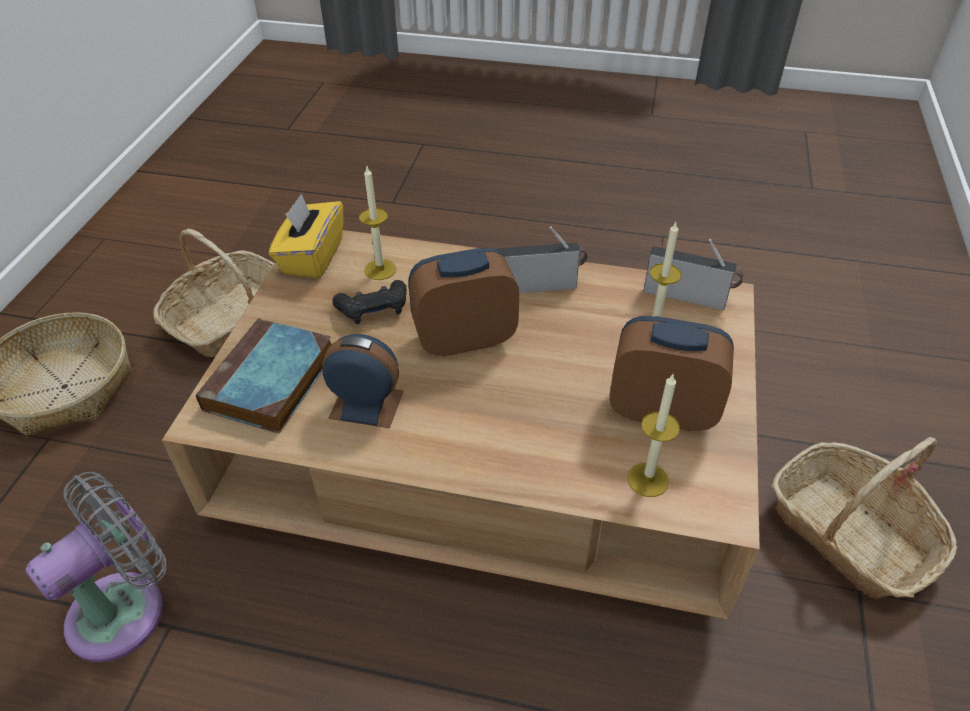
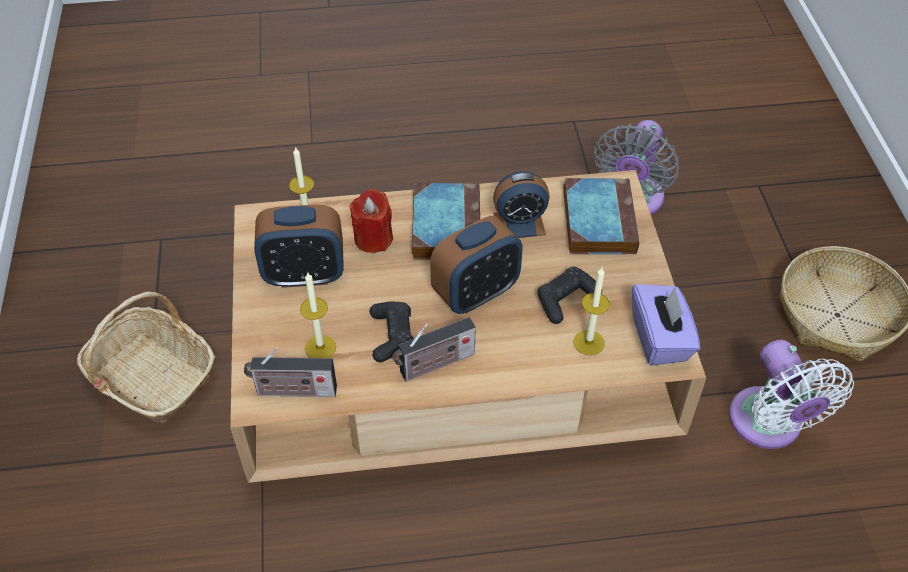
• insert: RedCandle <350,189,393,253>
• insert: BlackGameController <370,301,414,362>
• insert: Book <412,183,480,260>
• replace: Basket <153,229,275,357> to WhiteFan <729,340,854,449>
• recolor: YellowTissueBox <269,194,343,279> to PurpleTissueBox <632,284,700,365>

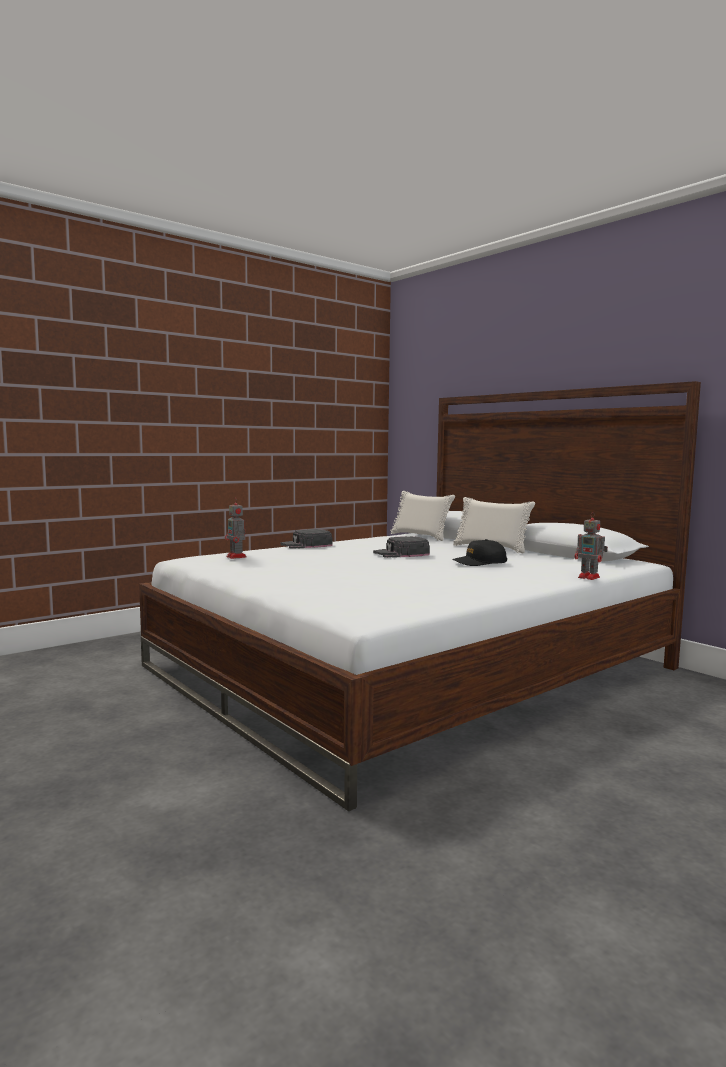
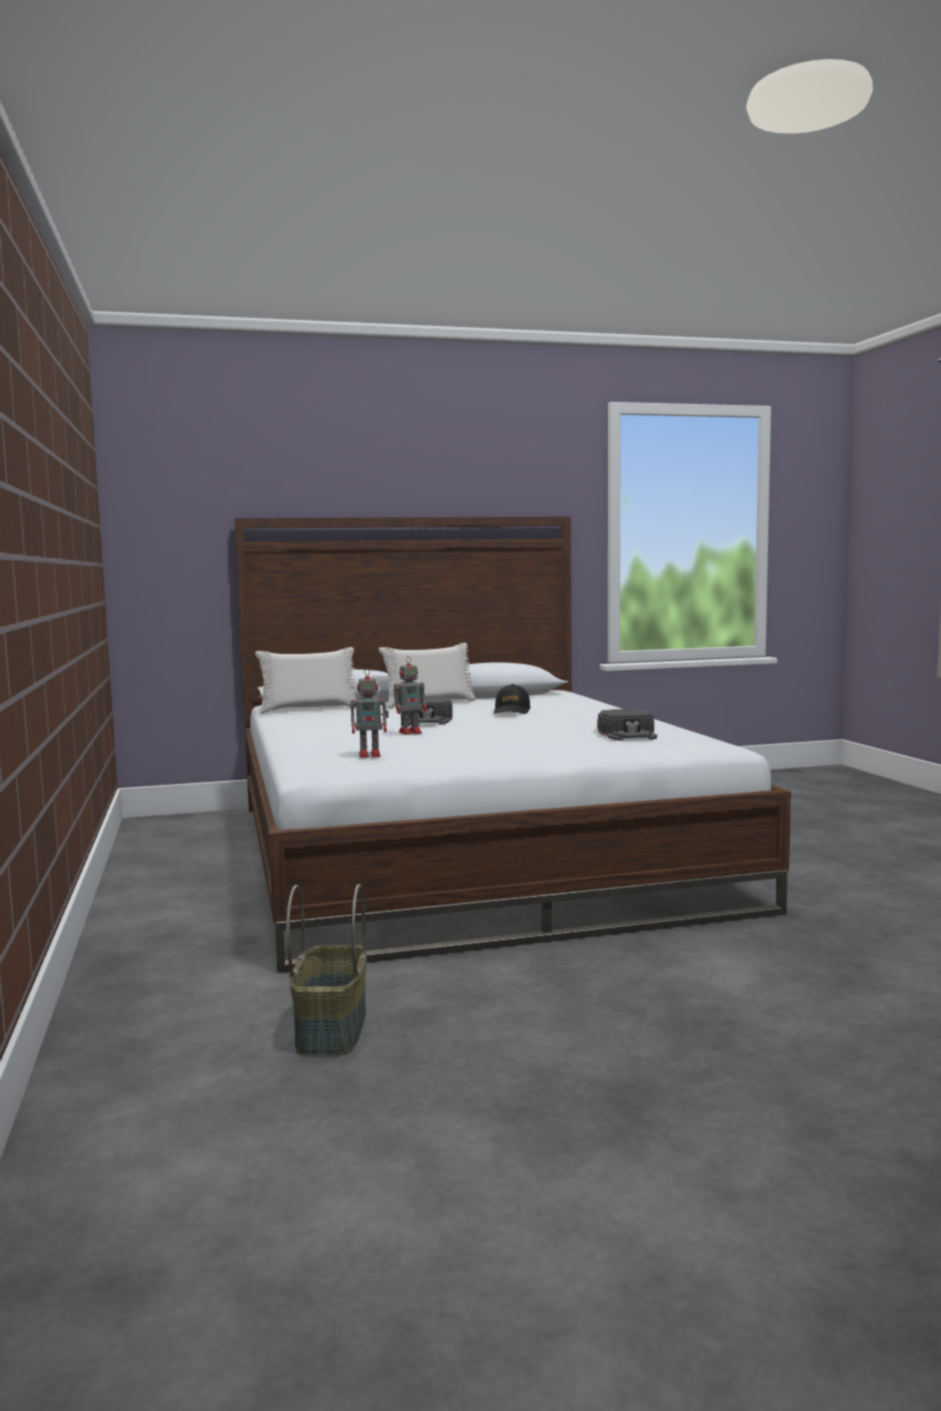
• insert: Basket <286,884,367,1055>
• move: BlackCap <280,529,332,549> to <597,709,657,741>
• move: ToyRobot <575,512,608,580> to <394,656,427,735>

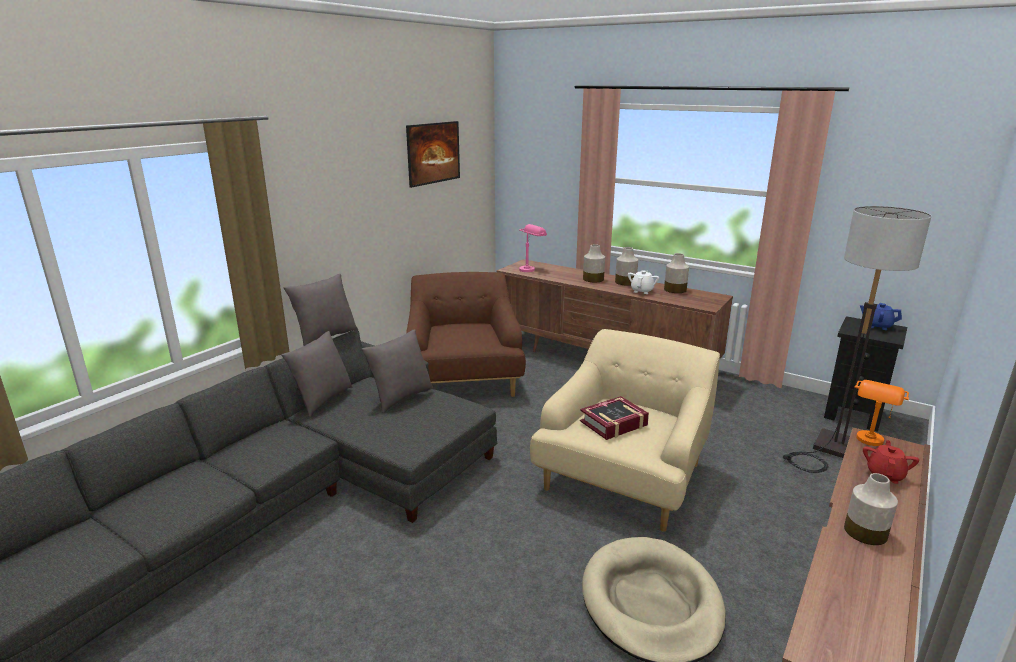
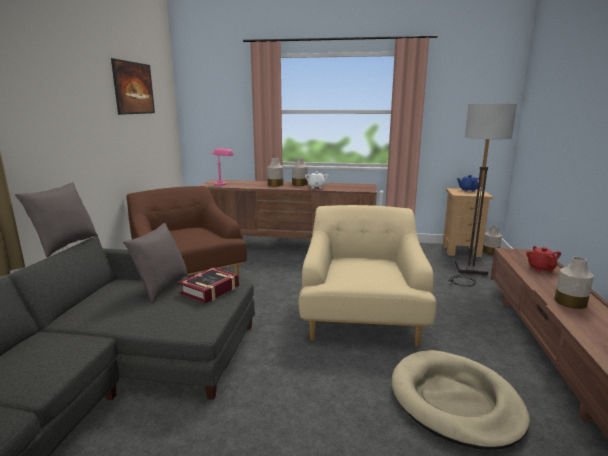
• delete: GreyPillow <282,331,352,417>
• delete: OrangeTableLamp <854,380,909,446>
• move: Book <580,396,649,440> to <178,267,239,303>
• move: BeigeVase <664,253,689,293> to <483,226,502,254>
• recolor: BlackNightstand <824,316,907,432> to BeigeNightstand <443,188,493,257>

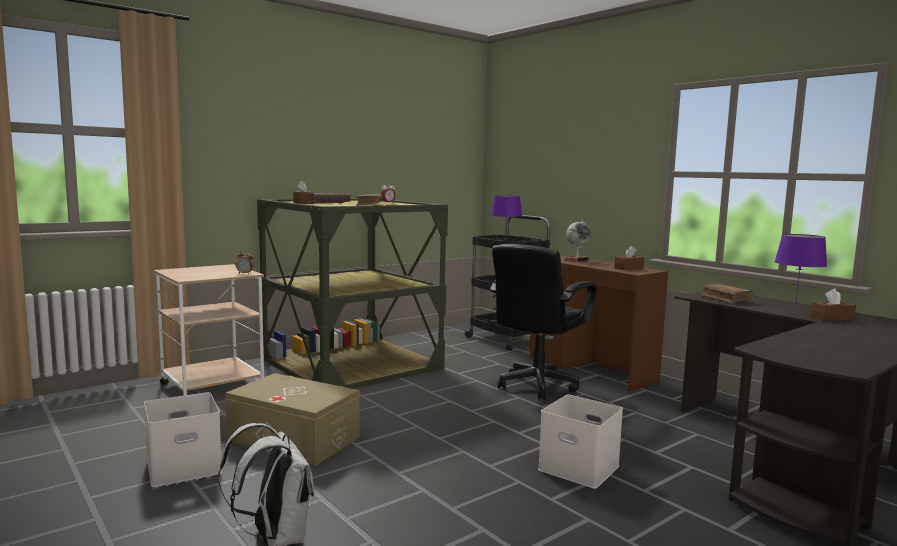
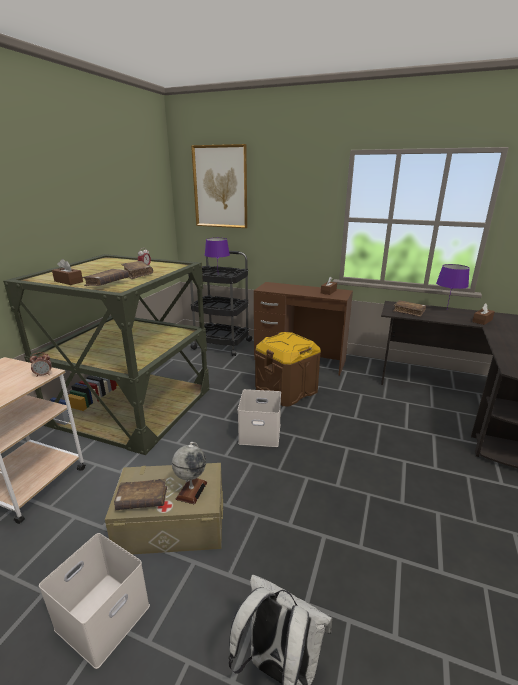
• insert: BrownBook <114,478,167,510>
• insert: Picture <191,144,247,228>
• move: WhiteStorageBox <538,394,623,489> to <238,389,281,447>
• move: Globe <565,220,591,262> to <172,442,207,504>
• replace: BlackOfficeChair <490,244,596,400> to BrownStorageBox <255,332,321,407>

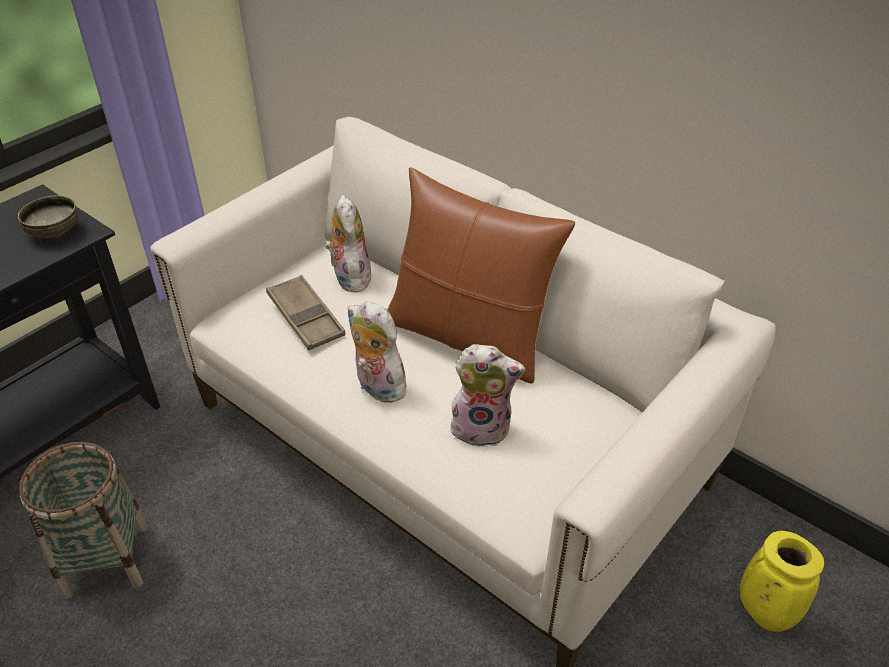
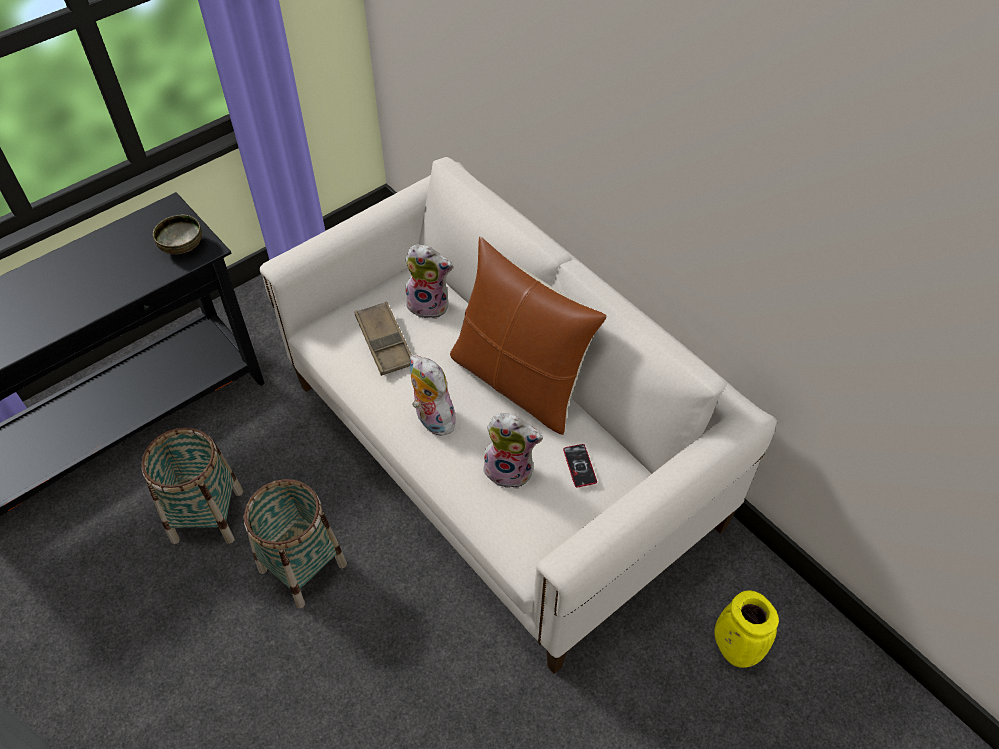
• insert: Basket <243,479,347,609>
• insert: Phone <563,444,597,487>
• rotate: PlushToy <325,195,372,293> = <405,244,453,319> 105 degrees clockwise

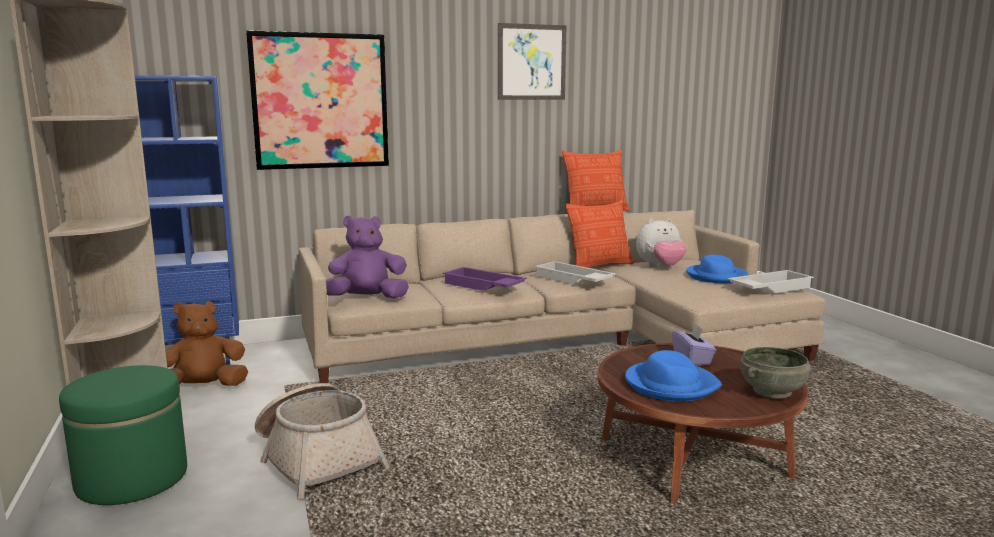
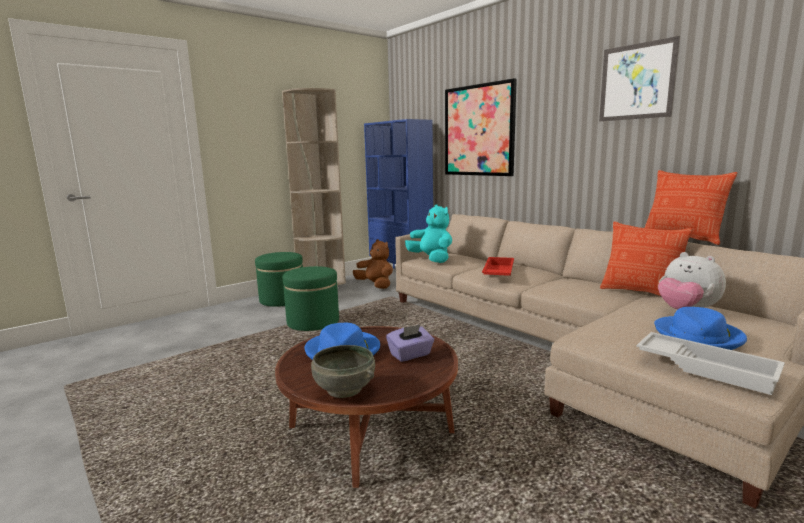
• delete: WhiteTray <535,261,616,284>
• replace: Basket <255,383,390,500> to GreenOttoman <283,266,339,331>
• recolor: PurplePlushToy <326,215,409,298> to TurquoisePlushToy <405,204,452,263>
• recolor: PurpleTray <443,267,527,291> to RedTray <482,257,514,276>

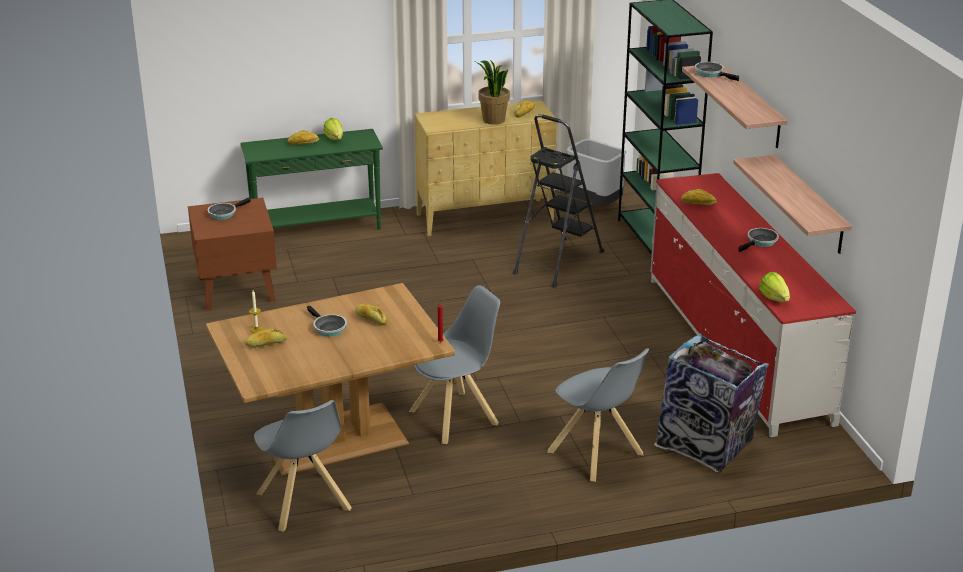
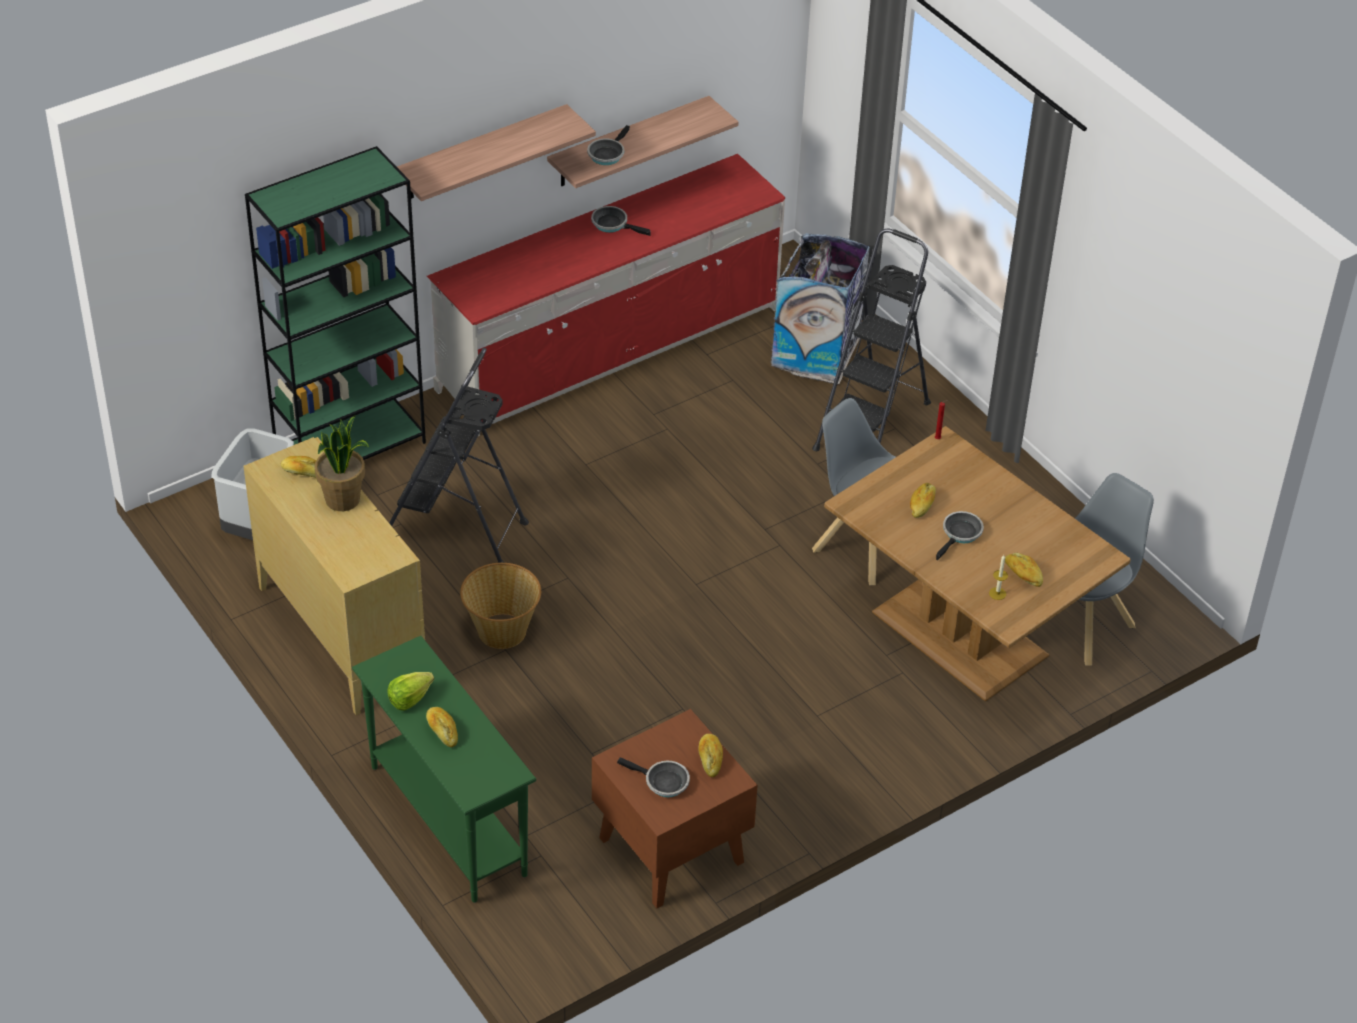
• delete: Lettuce <759,272,790,302>
• insert: Basket <460,563,541,649>
• move: Bread <681,189,716,205> to <699,734,723,777>
• move: FryingPan <695,62,739,81> to <587,125,630,165>
• replace: GreyChair <548,348,649,482> to StepLadder <812,229,931,451>

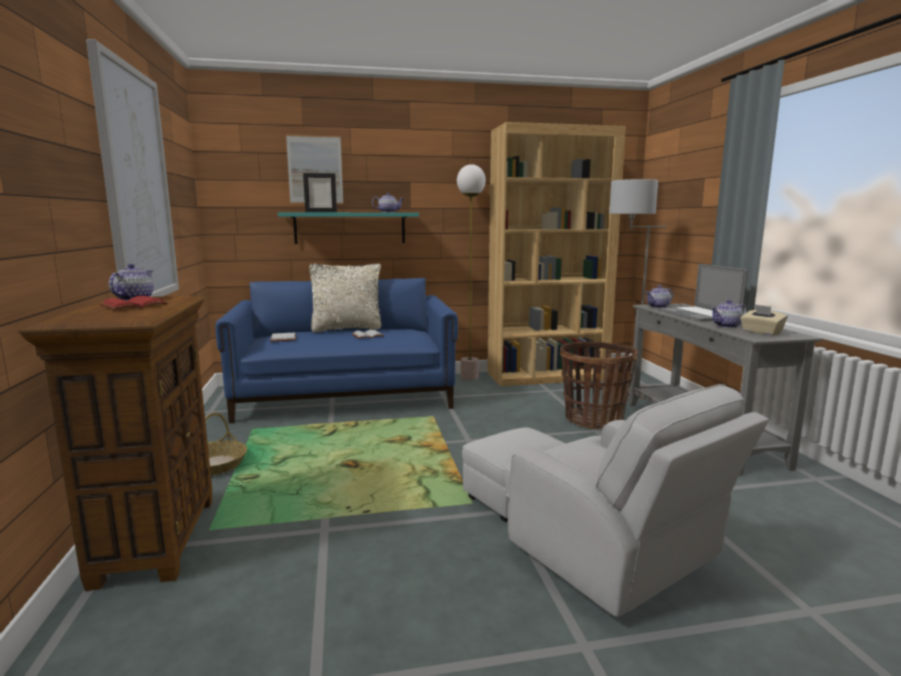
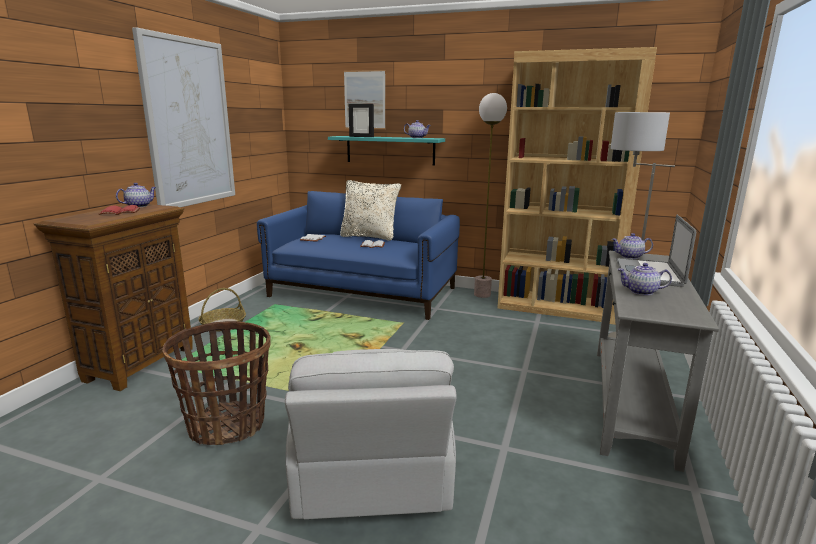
• delete: BeigeTissueBox <740,304,788,336>
• move: Basket <560,342,638,430> to <163,321,270,445>

